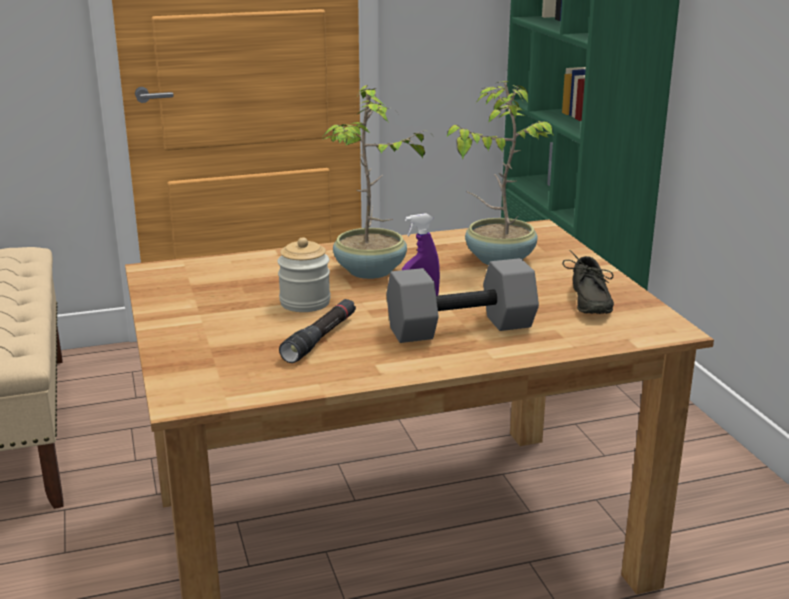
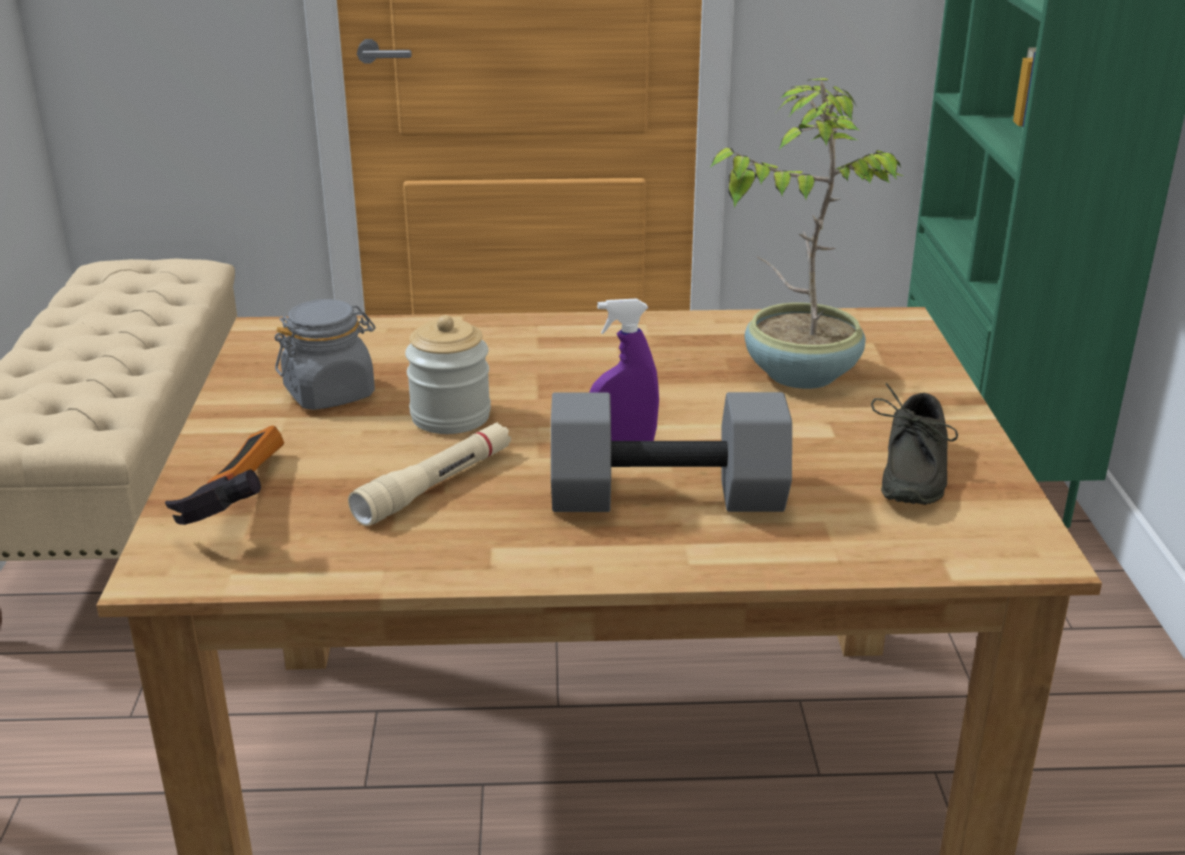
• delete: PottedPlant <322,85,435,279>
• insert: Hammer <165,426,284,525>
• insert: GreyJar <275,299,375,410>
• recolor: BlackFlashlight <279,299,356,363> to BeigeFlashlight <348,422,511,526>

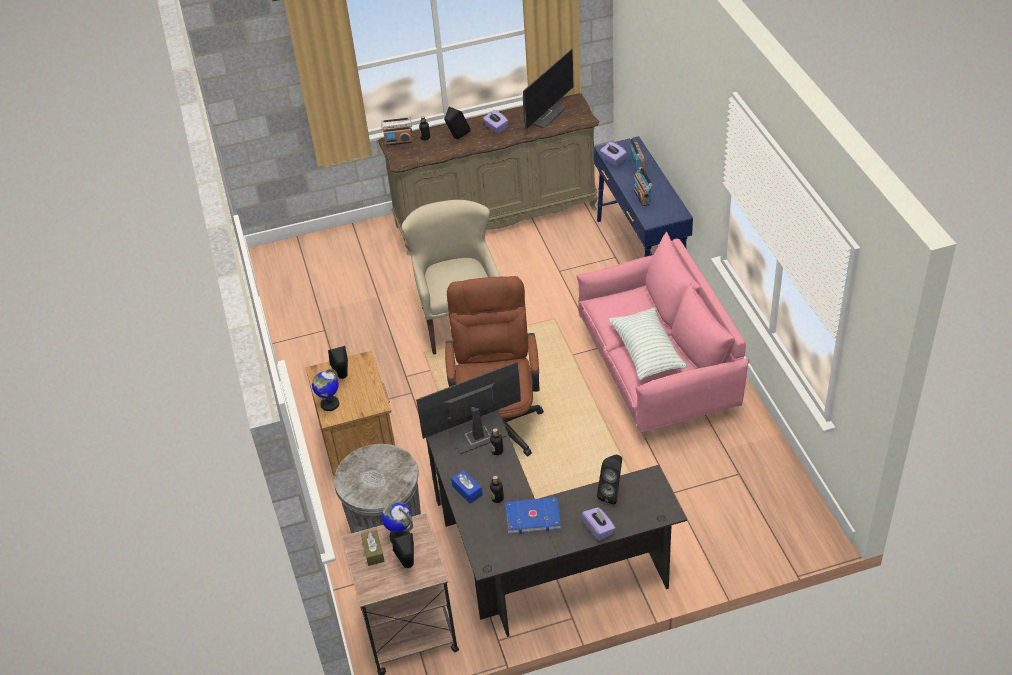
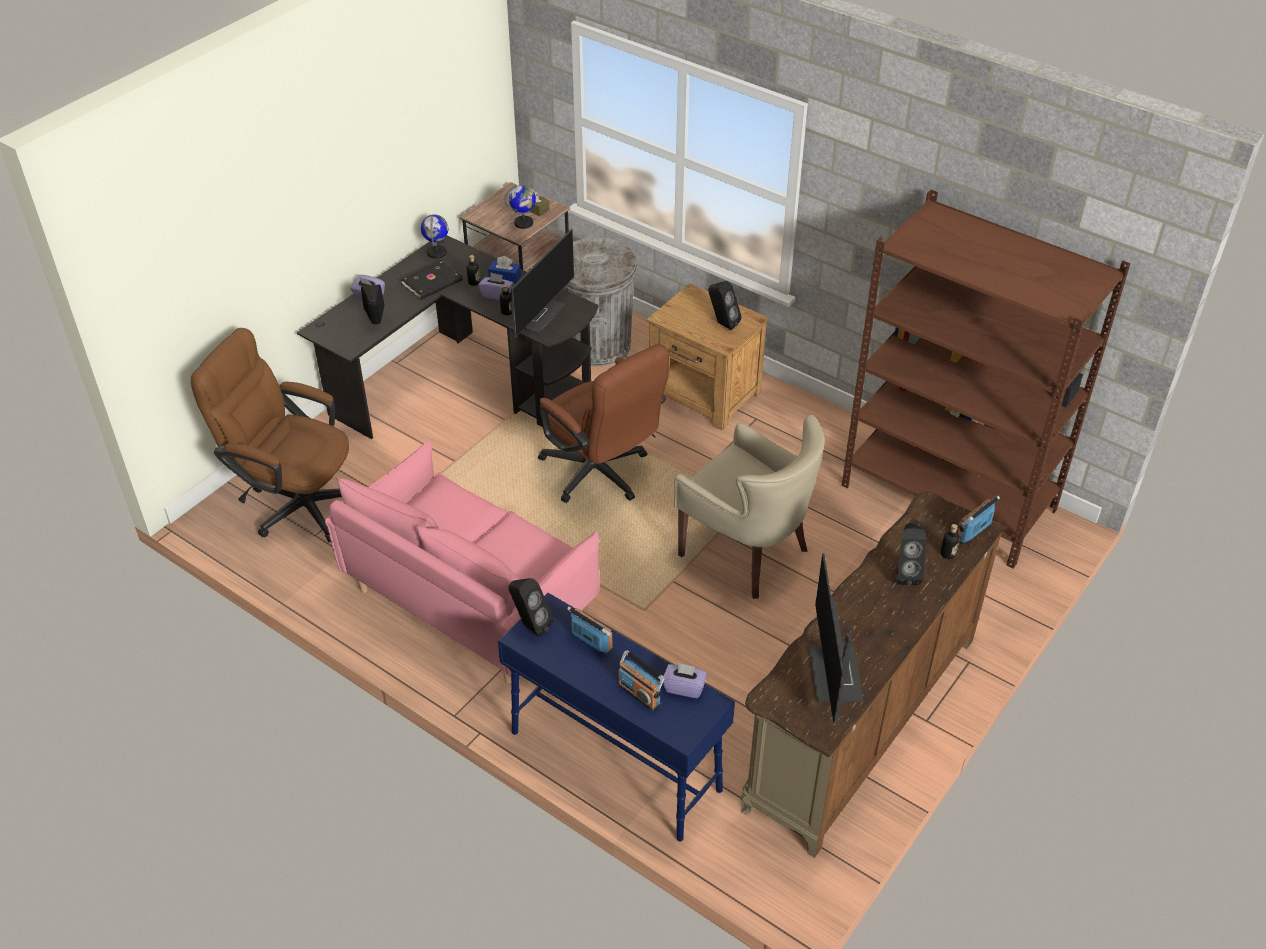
• delete: Pillow <608,307,687,381>
• insert: BrownOfficeChair <190,328,349,542>
• insert: BrownBookcase <842,190,1131,569>
• move: Globe <312,369,339,411> to <421,214,448,259>
• move: BlackSpeaker <392,533,414,568> to <508,578,554,637>
• move: PurpleTissueBox <483,110,508,134> to <478,273,513,300>
• recolor: BlueBook <505,497,561,535> to BlackBook <401,260,463,300>

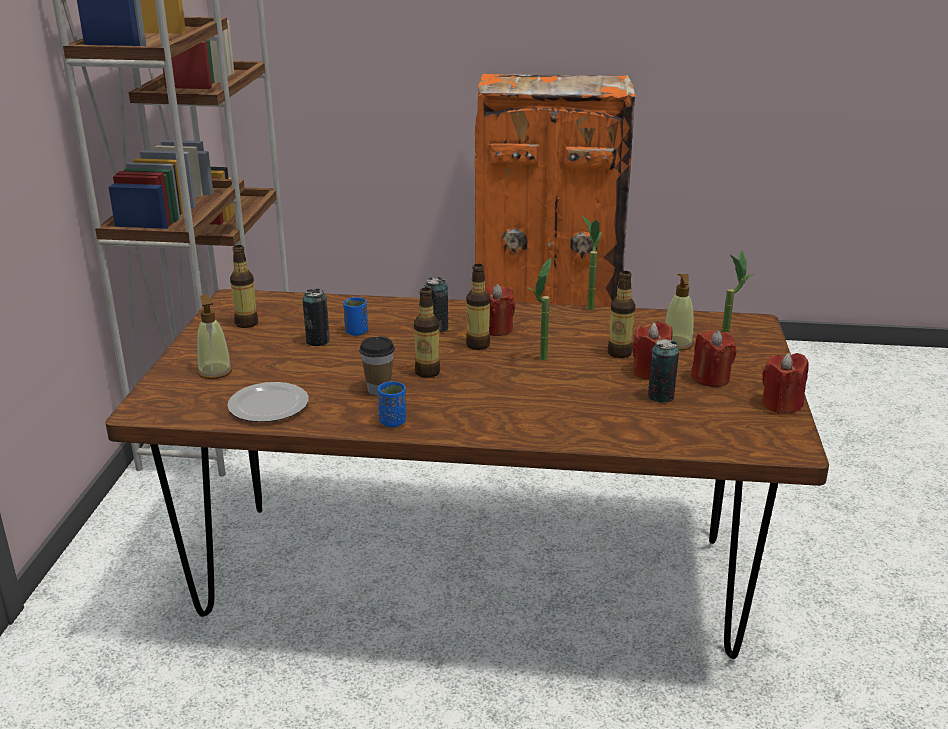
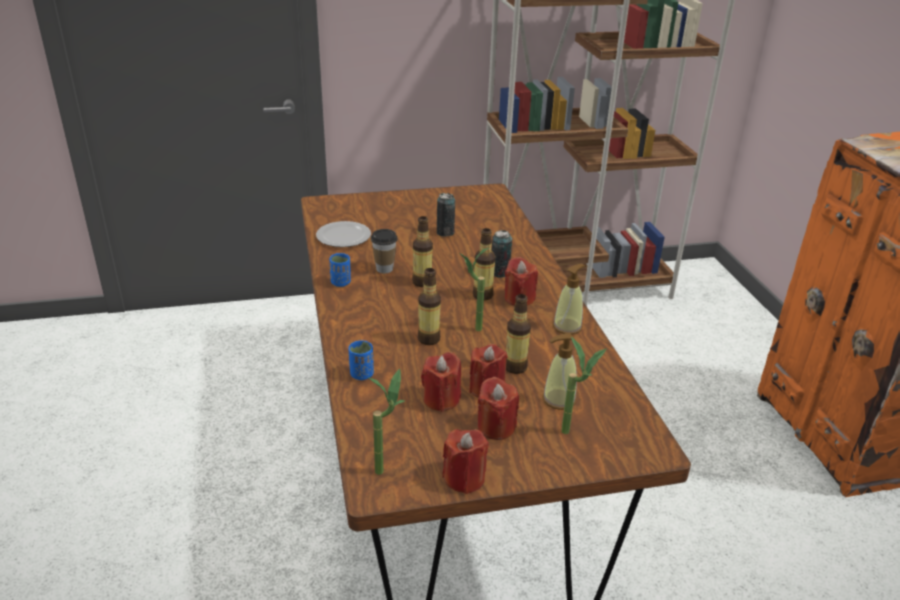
• move: SoapDispenser <197,295,232,379> to <553,264,586,334>
• move: Bottle <230,245,258,328> to <418,268,441,345>
• move: BlueCup <343,297,368,336> to <349,340,374,380>
• move: PottedPlant <583,216,602,311> to <369,368,404,475>
• replace: Can <648,339,679,403> to RedCandle <421,352,461,412>

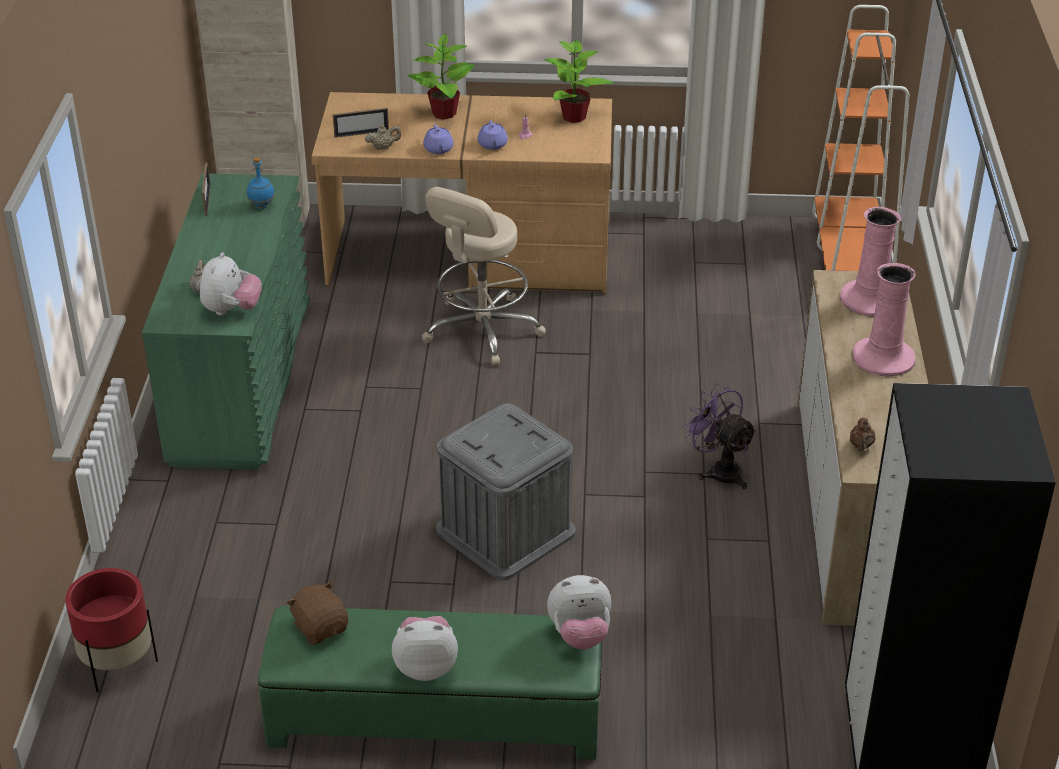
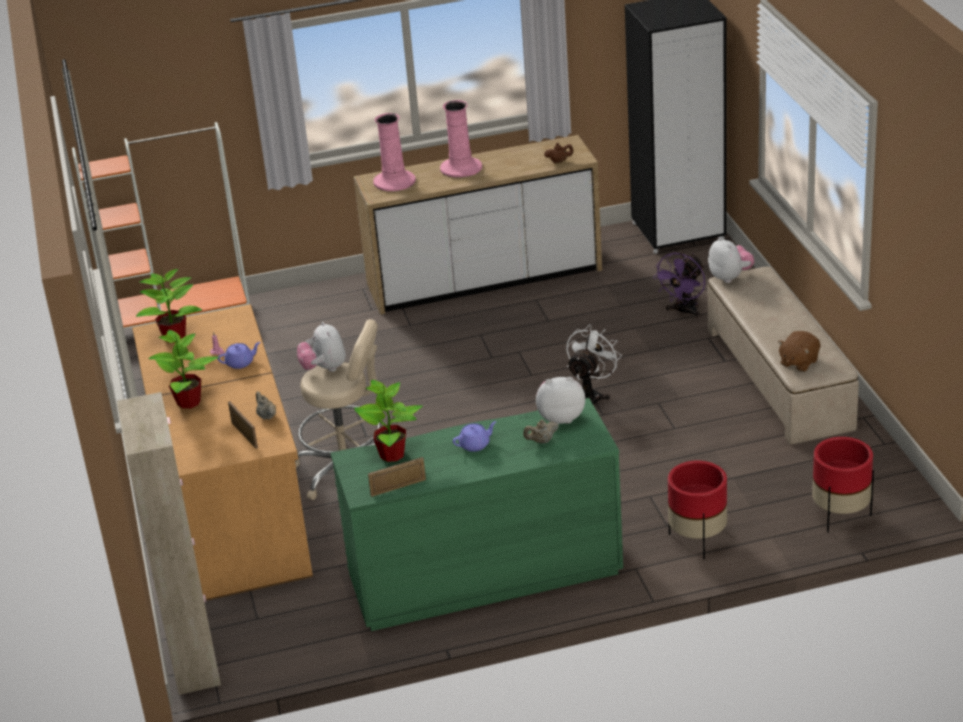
• insert: RedPlanter <668,460,727,560>
• move: PlushToy <392,616,458,681> to <297,322,346,372>
• move: PurpleTeapot <423,125,454,154> to <453,421,497,452>
• move: PurpleFan <682,383,757,489> to <653,253,705,318>
• replace: BlueBottle <247,158,275,209> to PottedPlant <354,380,423,462>
• replace: GreyStorageBox <436,403,575,580> to WhiteFan <566,324,622,404>
• recolor: GreenBench <258,606,602,760> to BeigeBench <708,267,859,445>

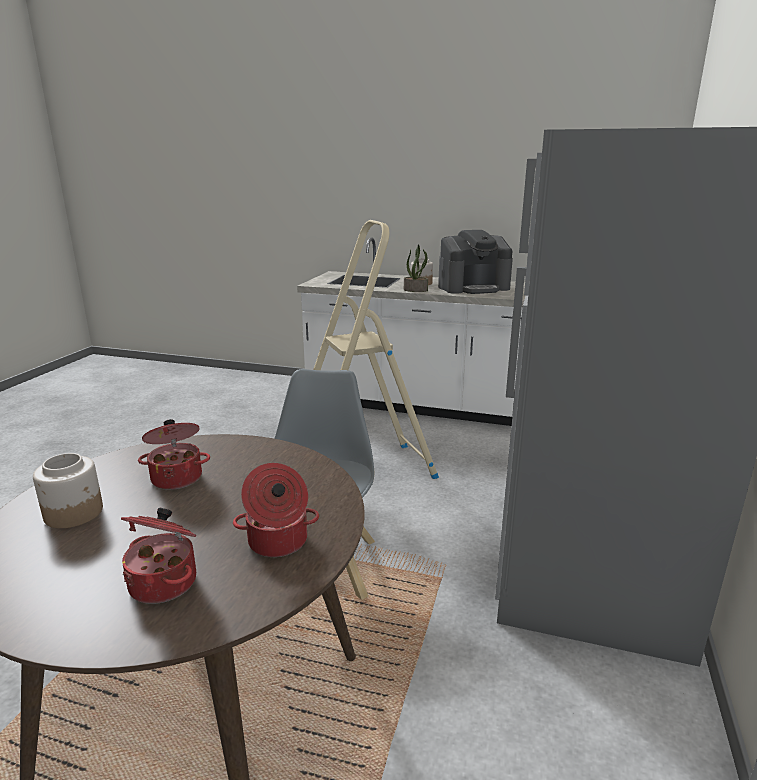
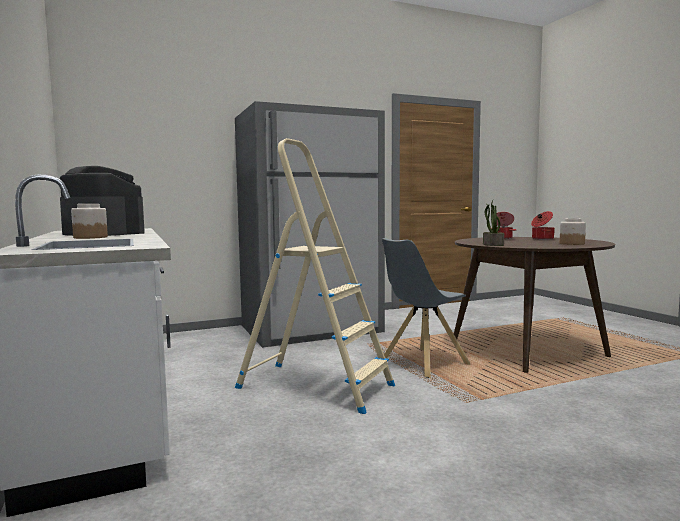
• delete: CookingPot <138,419,210,490>
• move: PottedPlant <404,244,428,292> to <483,200,504,246>

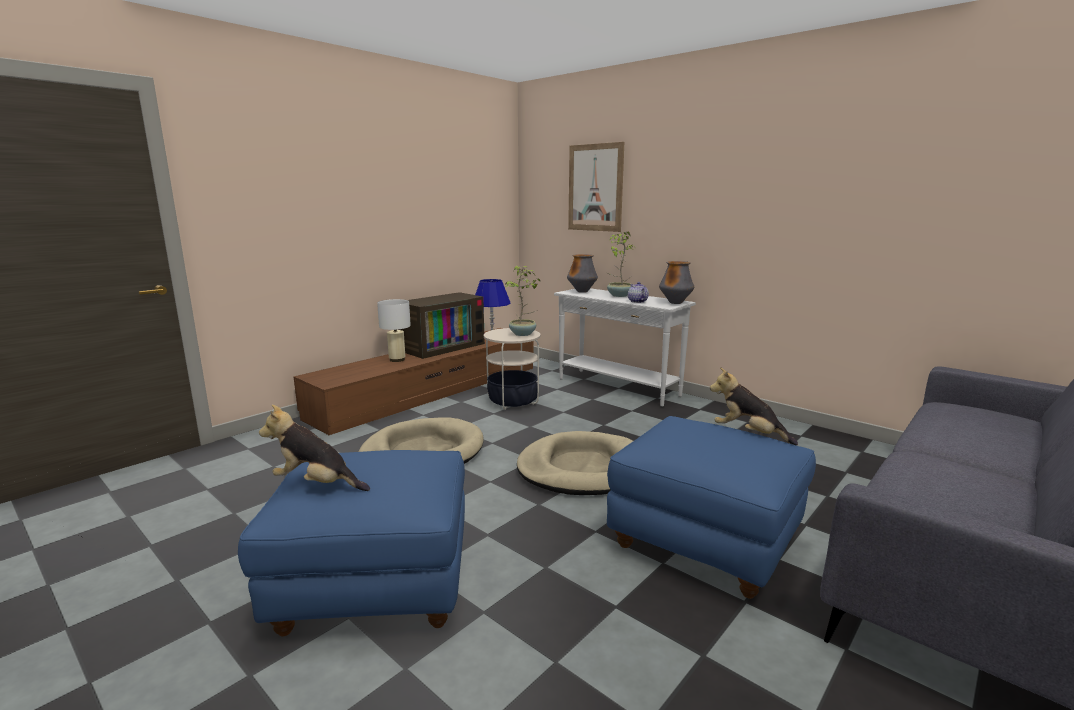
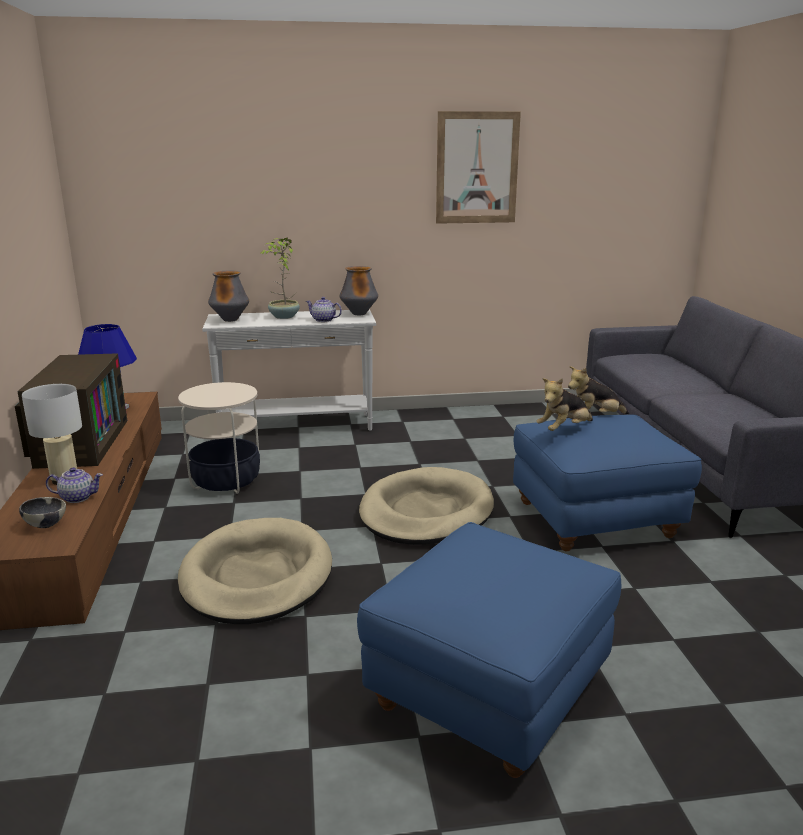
• delete: PottedPlant <506,266,540,336>
• insert: Bowl <19,497,66,528>
• insert: Teapot <46,467,103,503>
• move: PlushToy <259,405,370,491> to <536,378,593,431>
• move: Picture <568,142,624,232> to <436,111,521,224>

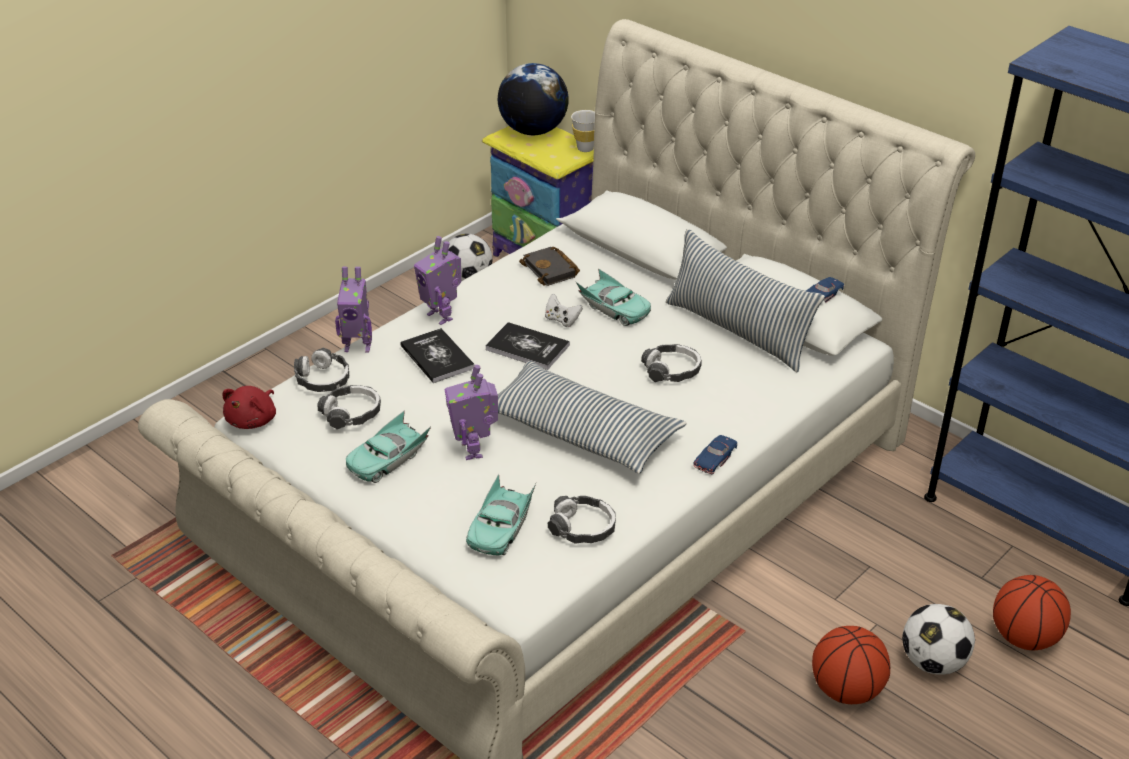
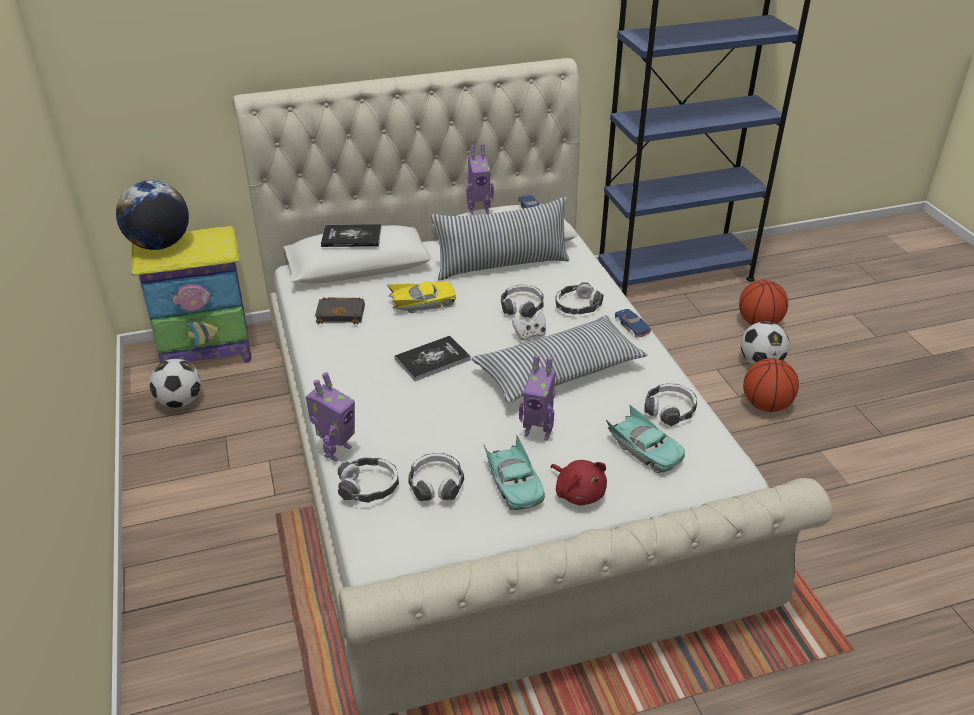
• delete: WhiteCup <571,110,595,152>
• insert: Headphones <555,282,604,314>
• move: RedPlushToy <223,386,276,429> to <551,460,607,505>
• move: Book <400,328,475,383> to <321,224,381,247>
• move: ToyRobot <414,236,461,325> to <467,144,494,215>
• move: WhiteGameController <545,293,583,327> to <512,312,546,341>
• recolor: TurquoiseToyCar <575,268,651,326> to YellowToyCar <387,281,456,313>

